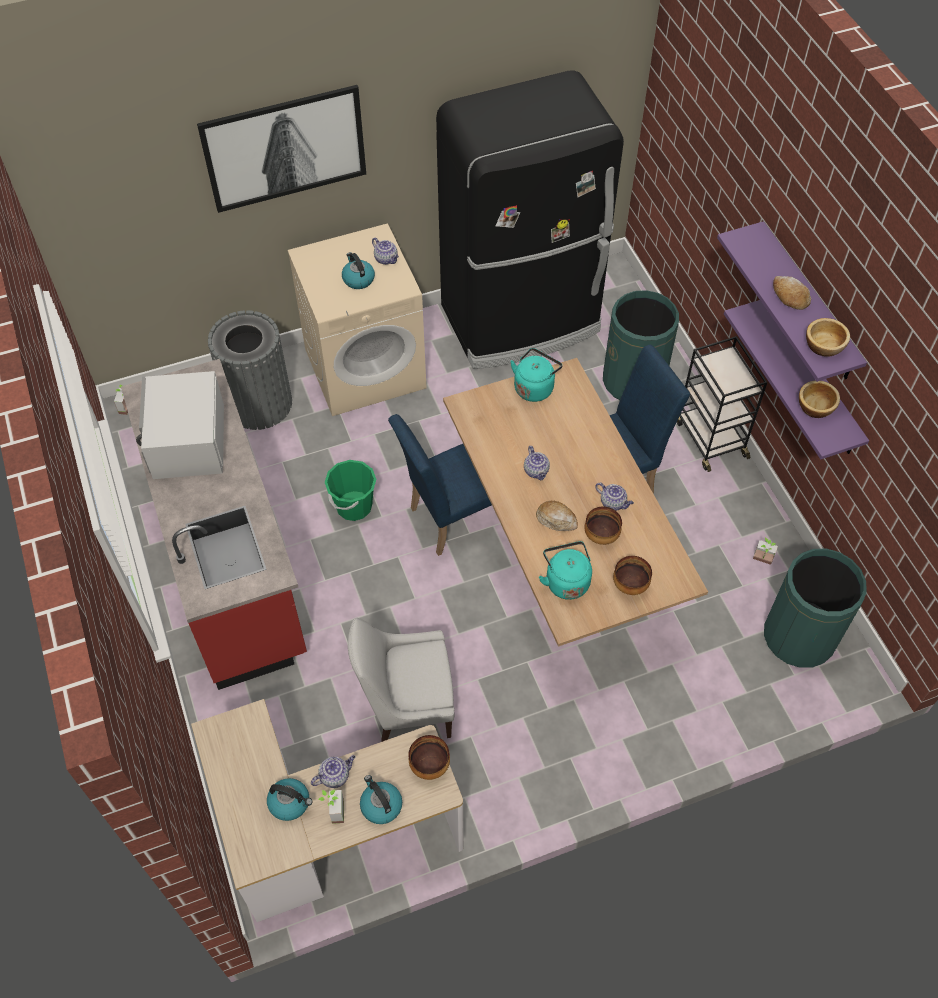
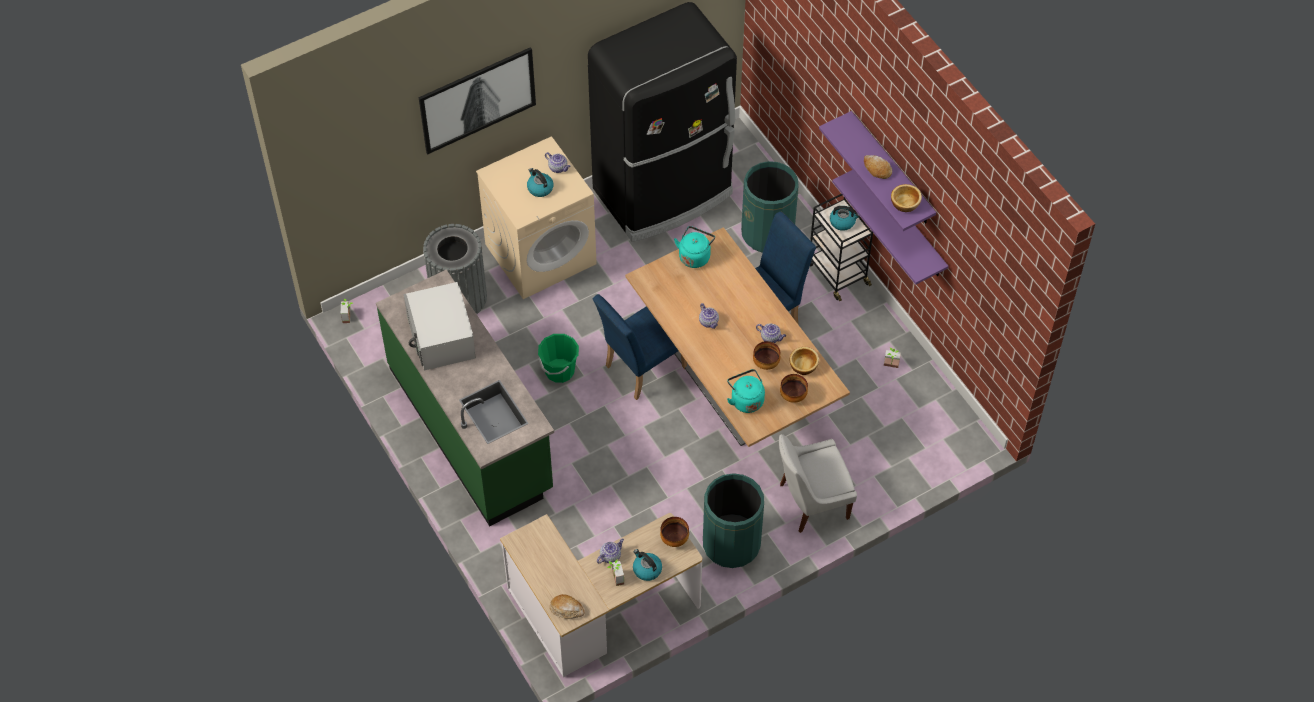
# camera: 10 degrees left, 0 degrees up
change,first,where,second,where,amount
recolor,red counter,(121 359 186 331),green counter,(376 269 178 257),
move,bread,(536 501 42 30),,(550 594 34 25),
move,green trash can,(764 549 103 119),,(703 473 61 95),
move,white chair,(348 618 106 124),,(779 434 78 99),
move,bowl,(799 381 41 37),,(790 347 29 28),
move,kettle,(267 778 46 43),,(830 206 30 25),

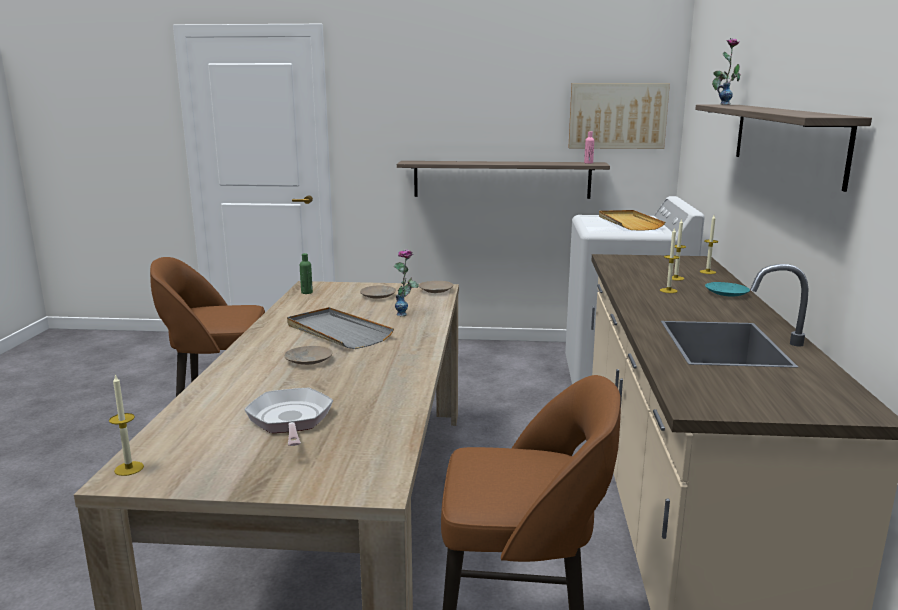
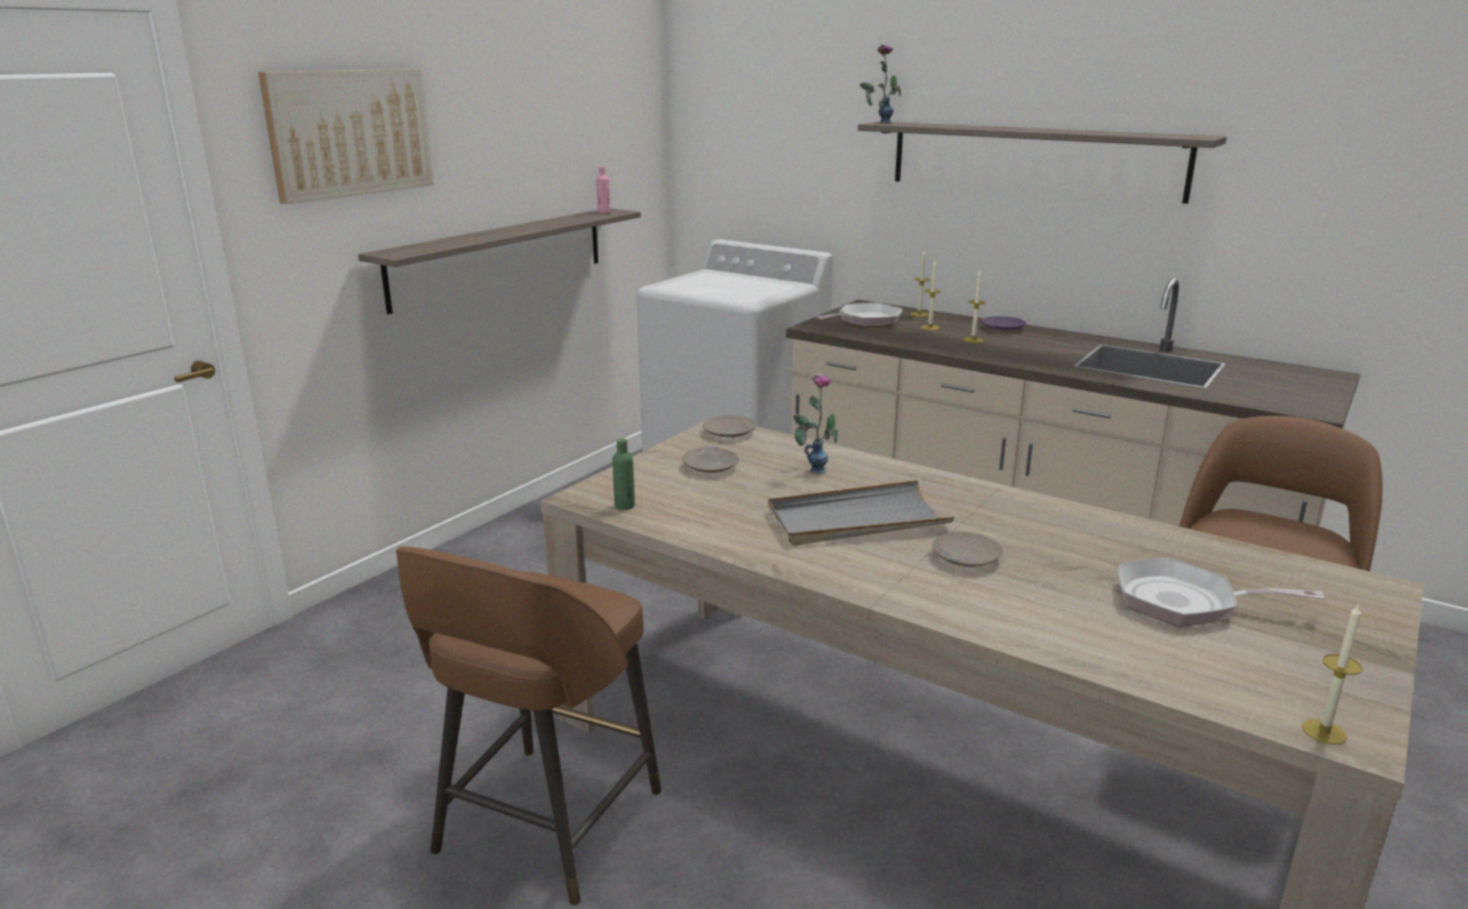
# camera: 60 degrees left, 5 degrees up
change,first,where,second,where,amount
move,picture,(568 83 102 66),,(258 69 175 135),
insert,,,frying pan,(816 303 86 24),
recolor,turquoise plate,(705 282 45 14),purple plate,(981 316 45 15),
delete,beige tray,(599 210 66 21),,,

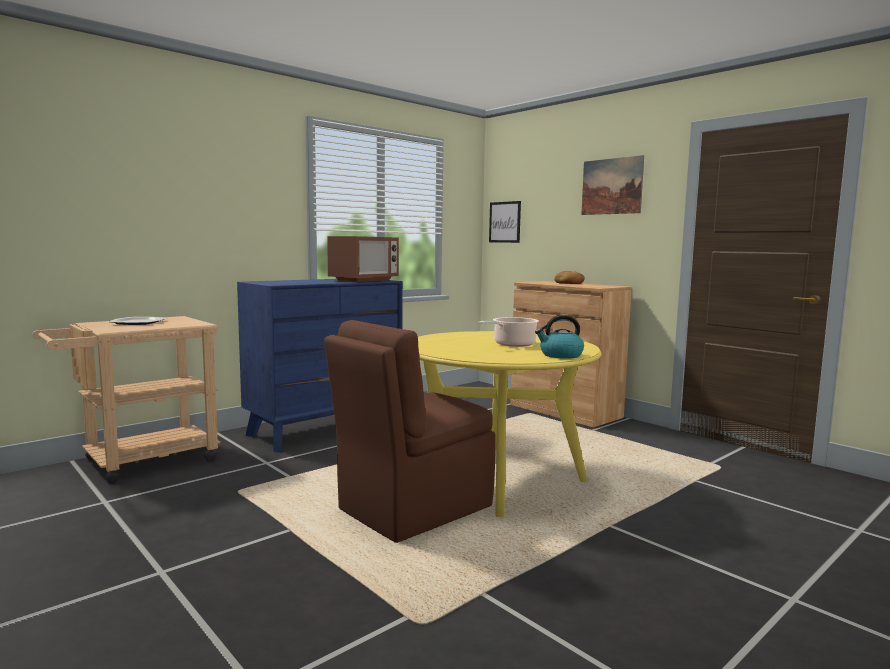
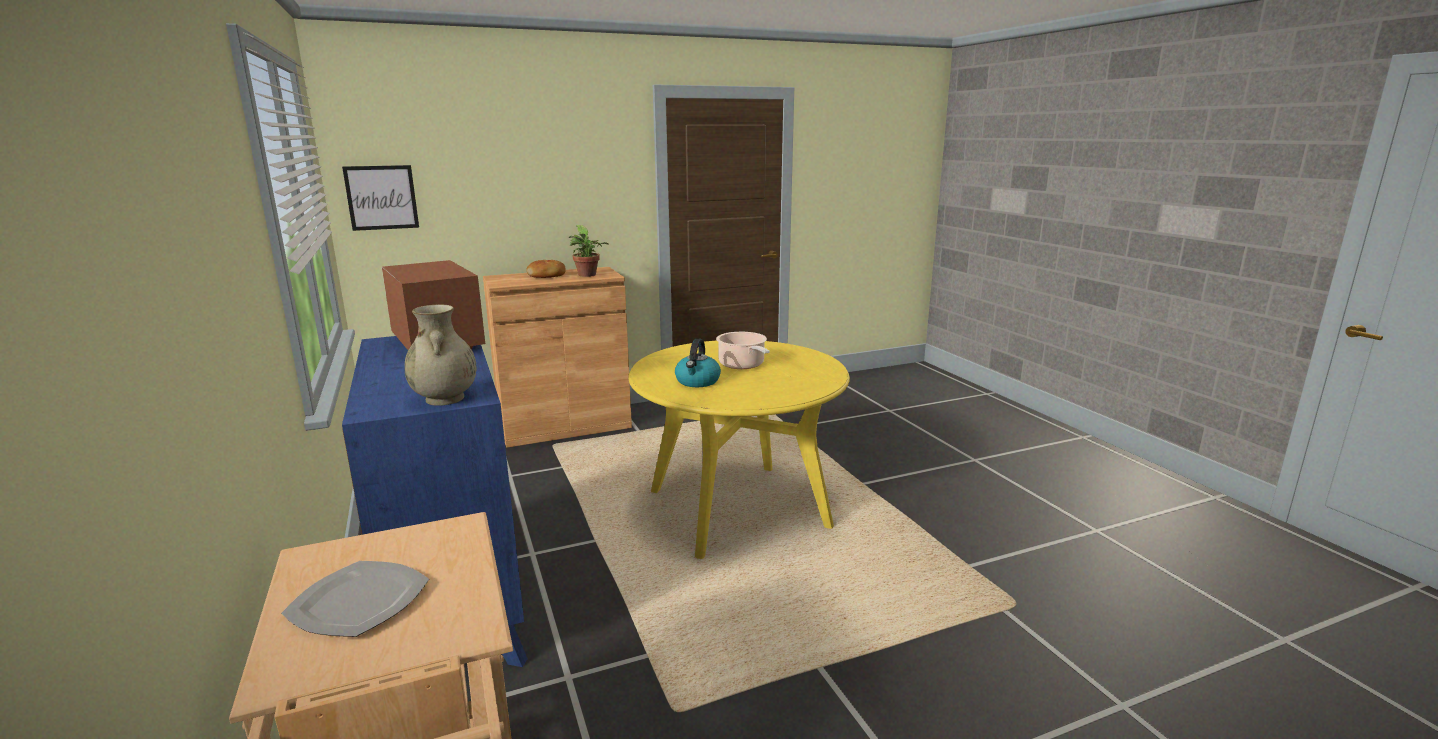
# camera: 70 degrees left, 10 degrees up
change,first,where,second,where,amount
insert,,,beige vase,(404 304 73 102),
insert,,,potted plant,(569 225 40 52),
move,kettle,(535 315 49 44),,(675 339 46 48),
delete,brown chair,(324 320 171 223),,,
delete,picture,(581 155 63 60),,,

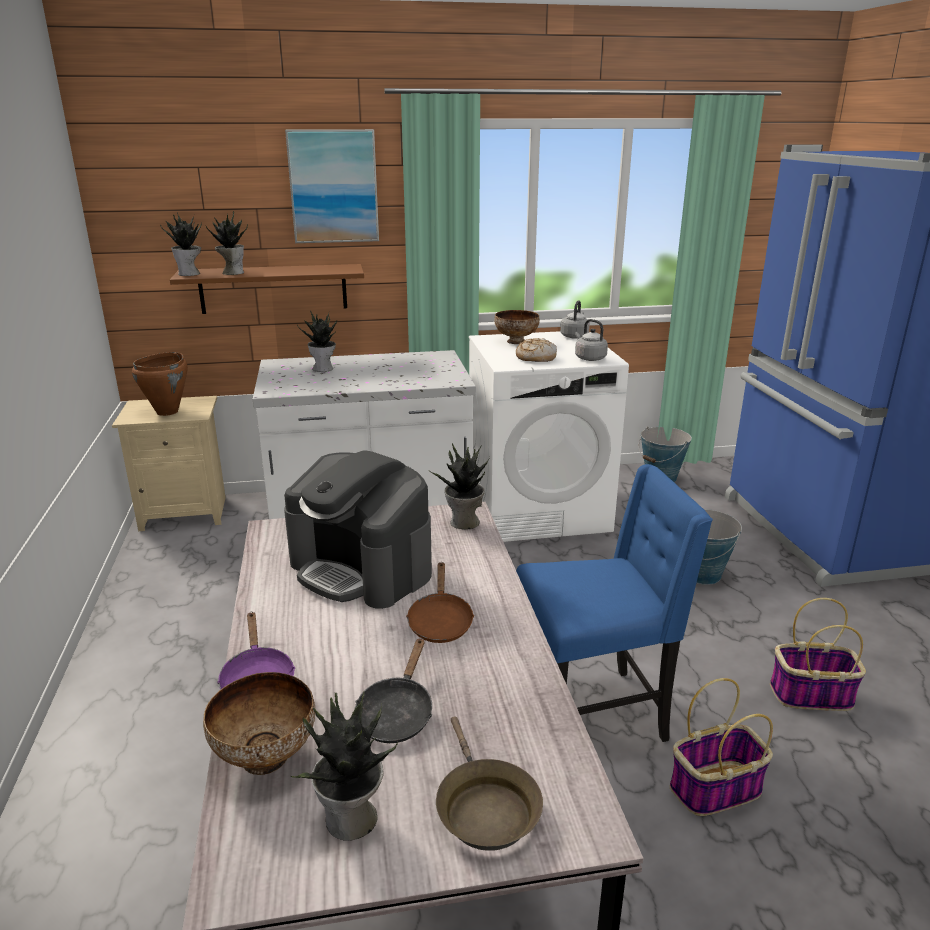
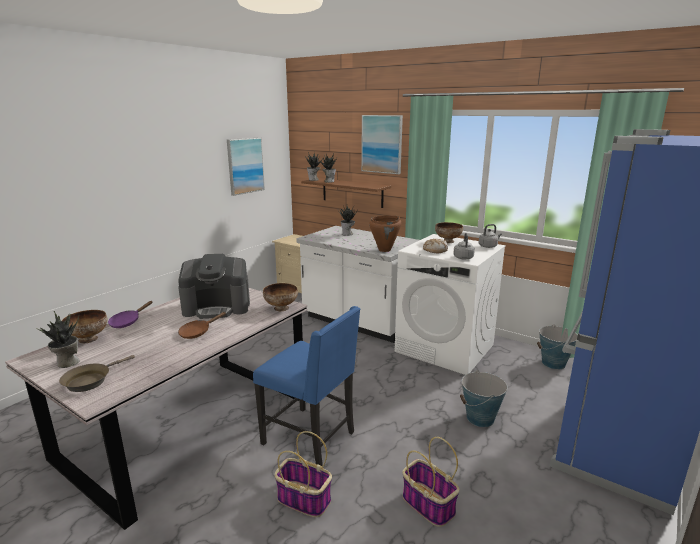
# camera: 45 degrees right, 5 degrees down
change,first,where,second,where,amount
rotate,coffee machine,(284 450 148 159),,(178 254 72 65),90 degrees counterclockwise
insert,,,picture,(227 137 38 59),
replace,potted plant,(430 443 60 86),bowl,(263 283 35 28),
move,brown cooking pot,(132 352 56 64),,(369 216 32 36),
delete,black frying pan,(355 638 77 105),,,

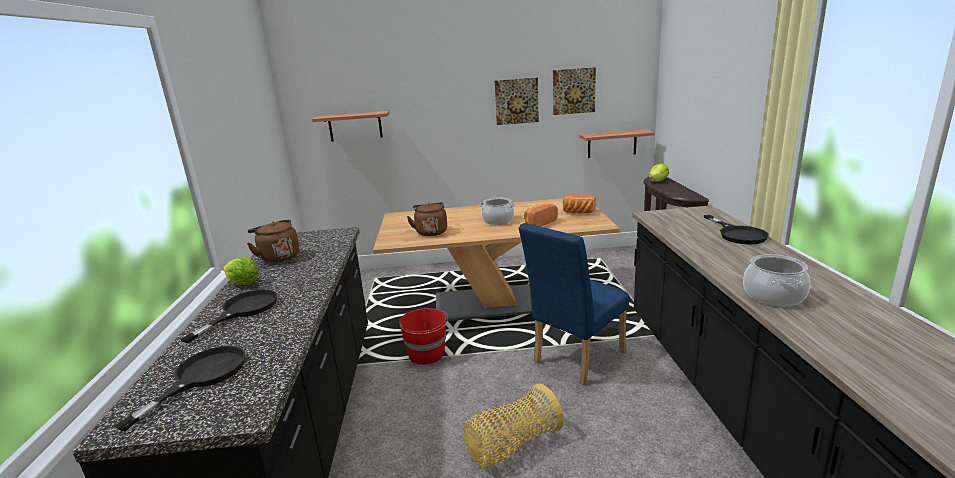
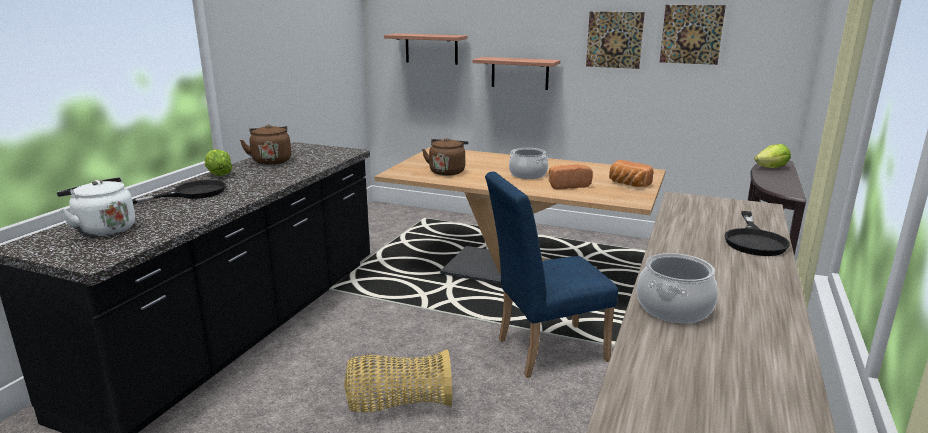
# camera: 25 degrees right, 0 degrees up
change,first,where,second,where,amount
replace,black frying pan,(114 346 131 85),white kettle,(57 177 78 60),
move,shelf,(579 129 76 29),,(472 57 88 33),
delete,red bucket,(399 308 49 57),,,

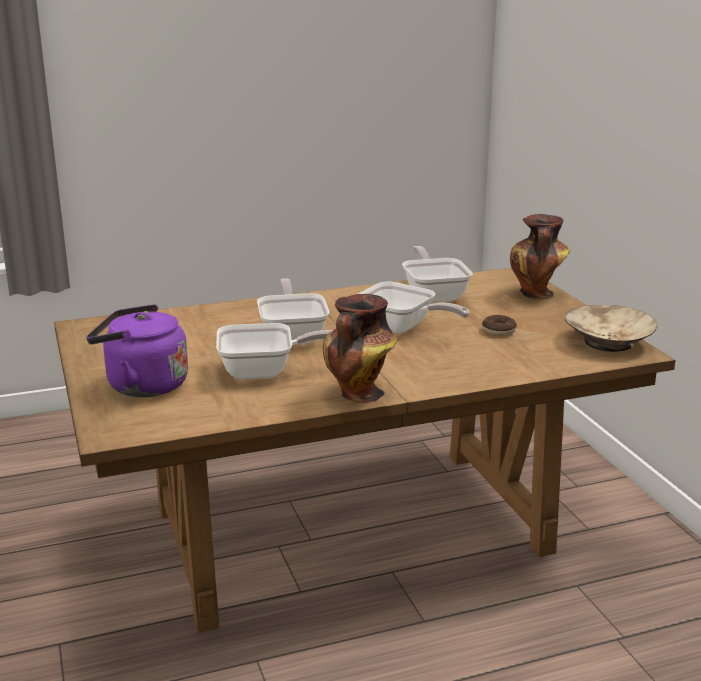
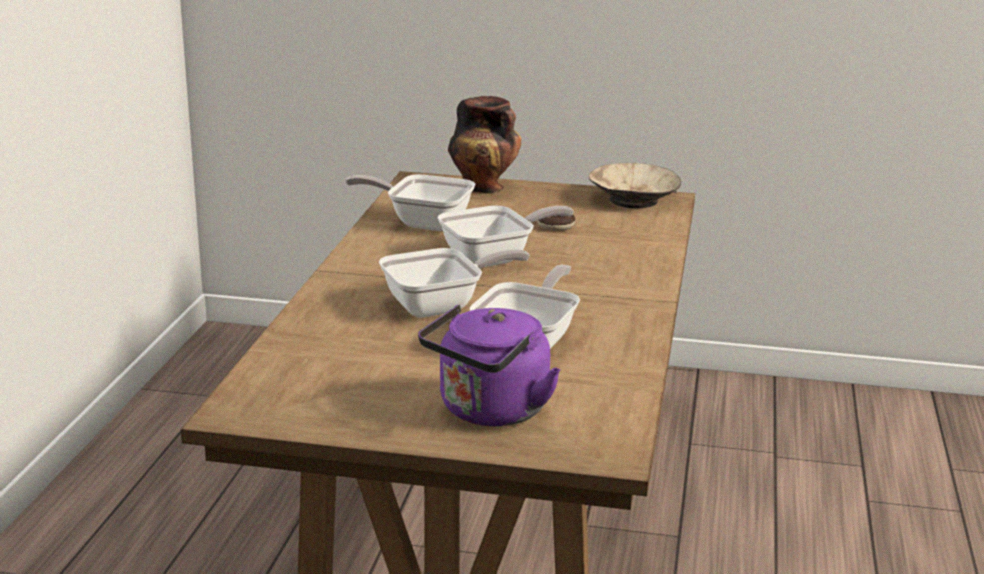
# camera: 60 degrees left, 0 degrees up
change,first,where,second,where,amount
rotate,frying pan,(257 279 73 65),,(379 248 151 70),135 degrees clockwise
delete,vase,(323 294 76 109),,,

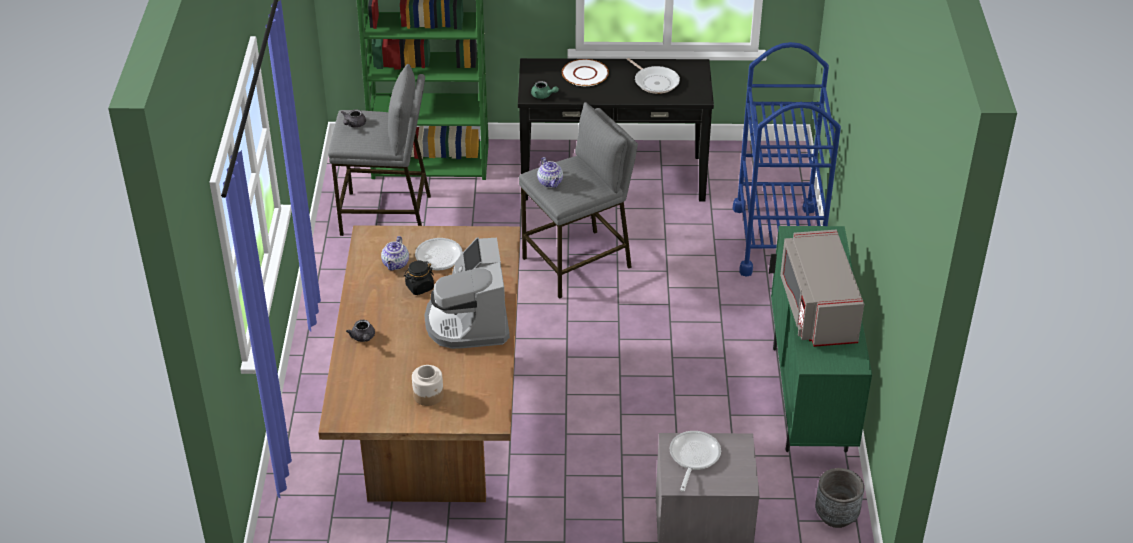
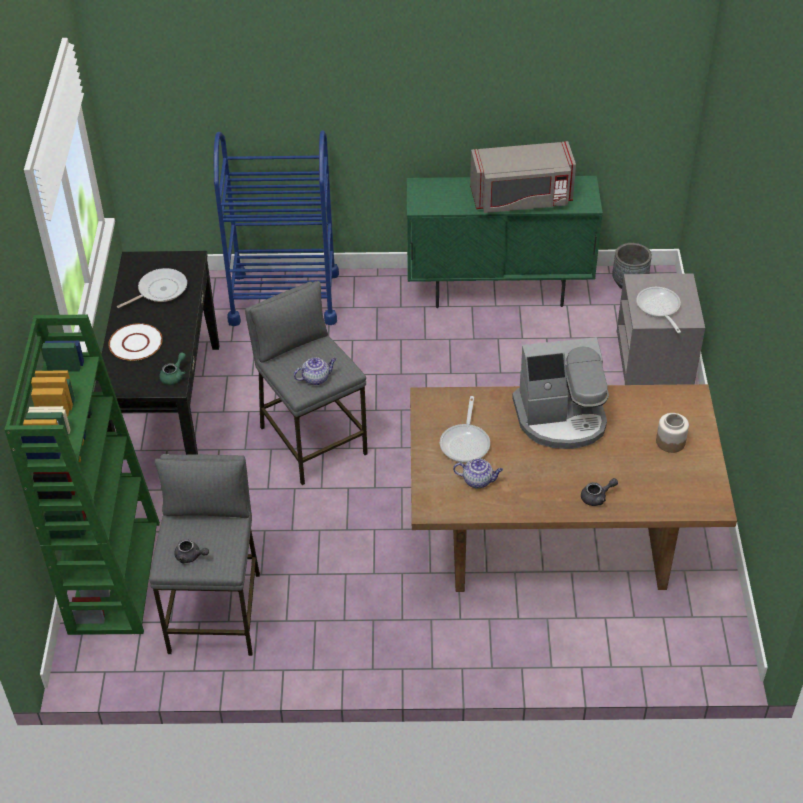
# camera: 90 degrees left, 5 degrees up
change,first,where,second,where,amount
rotate,frying pan,(670 431 51 61),,(636 287 45 46),60 degrees clockwise
delete,black jar,(404 261 30 34),,,

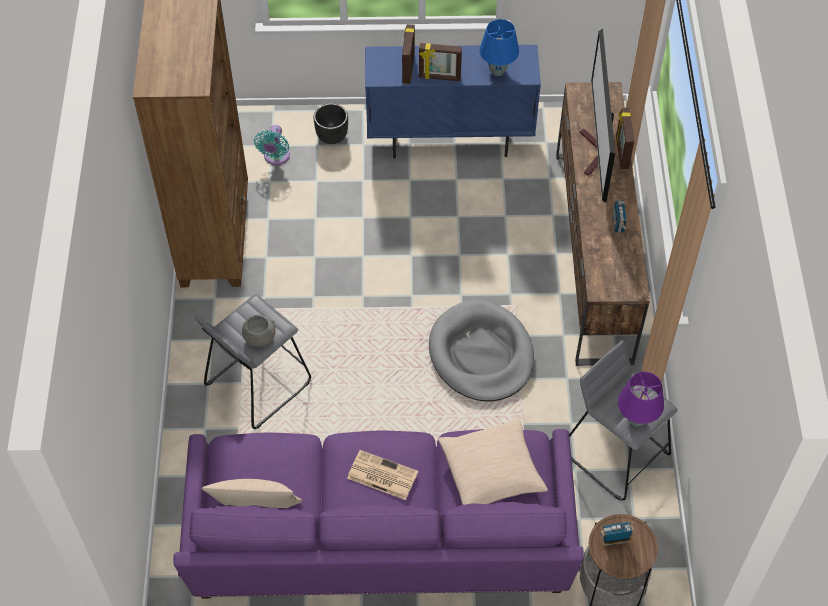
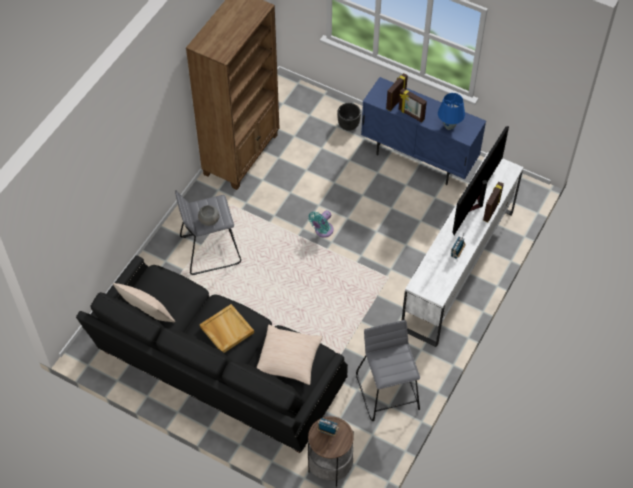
# camera: 30 degrees right, 0 degrees up
change,first,where,second,where,amount
recolor,purple sofa,(173 429 411 169),black sofa,(76 256 272 197),
replace,newspaper,(347 450 71 50),beige tray,(200 304 54 49),
move,turquoise fan,(254 125 36 40),,(308 210 26 28),
recolor,brown tv stand,(556 82 94 284),white tv stand,(402 152 122 195),
delete,grey dog bed,(429 300 105 101),,,
delete,purple table lamp,(618 371 46 55),,,

